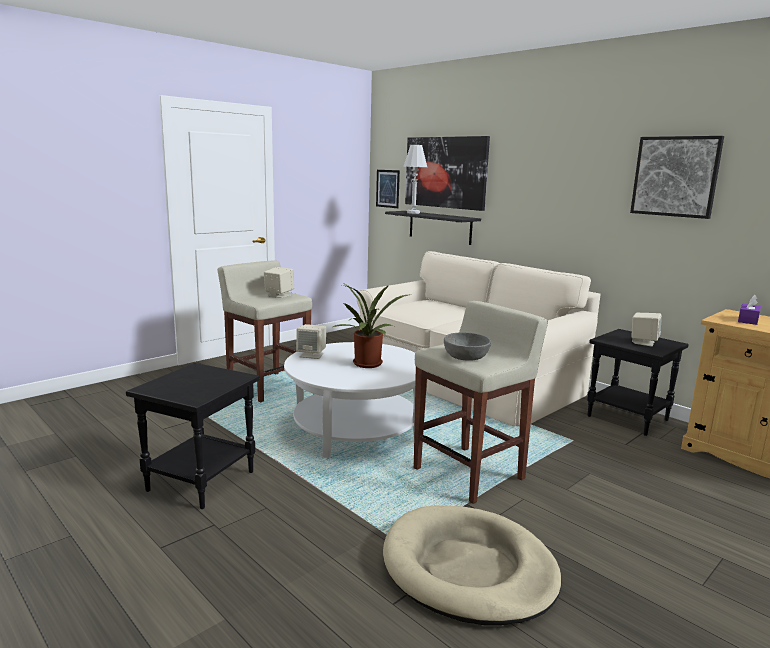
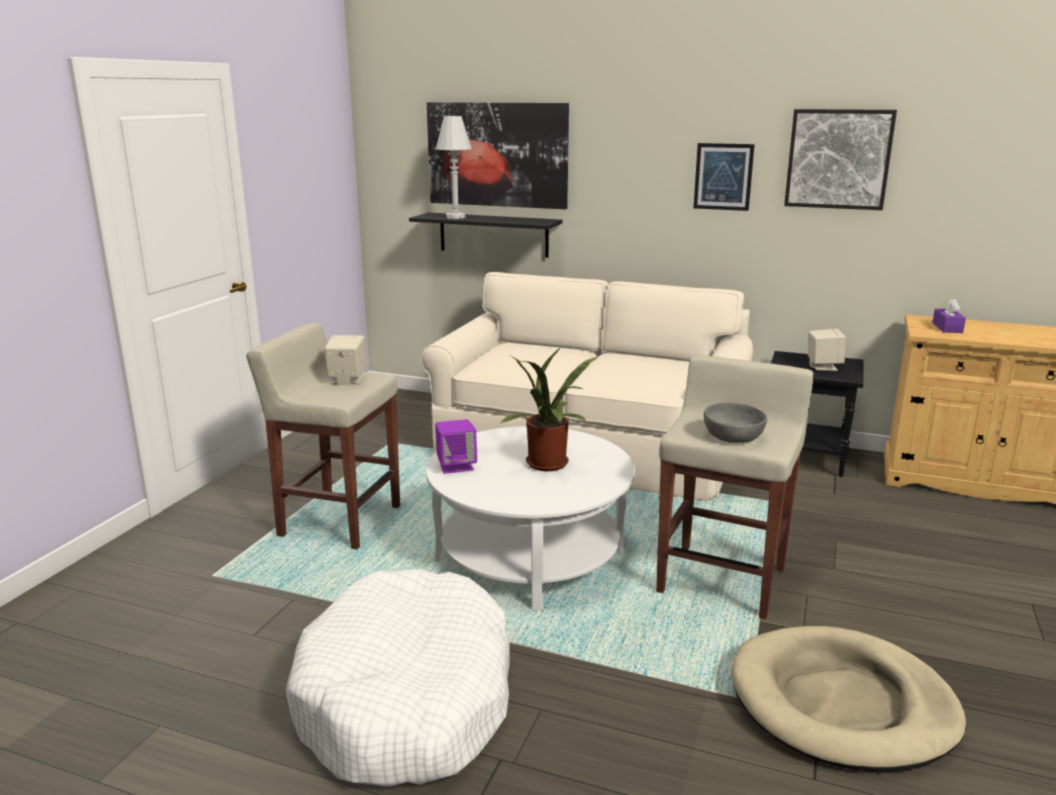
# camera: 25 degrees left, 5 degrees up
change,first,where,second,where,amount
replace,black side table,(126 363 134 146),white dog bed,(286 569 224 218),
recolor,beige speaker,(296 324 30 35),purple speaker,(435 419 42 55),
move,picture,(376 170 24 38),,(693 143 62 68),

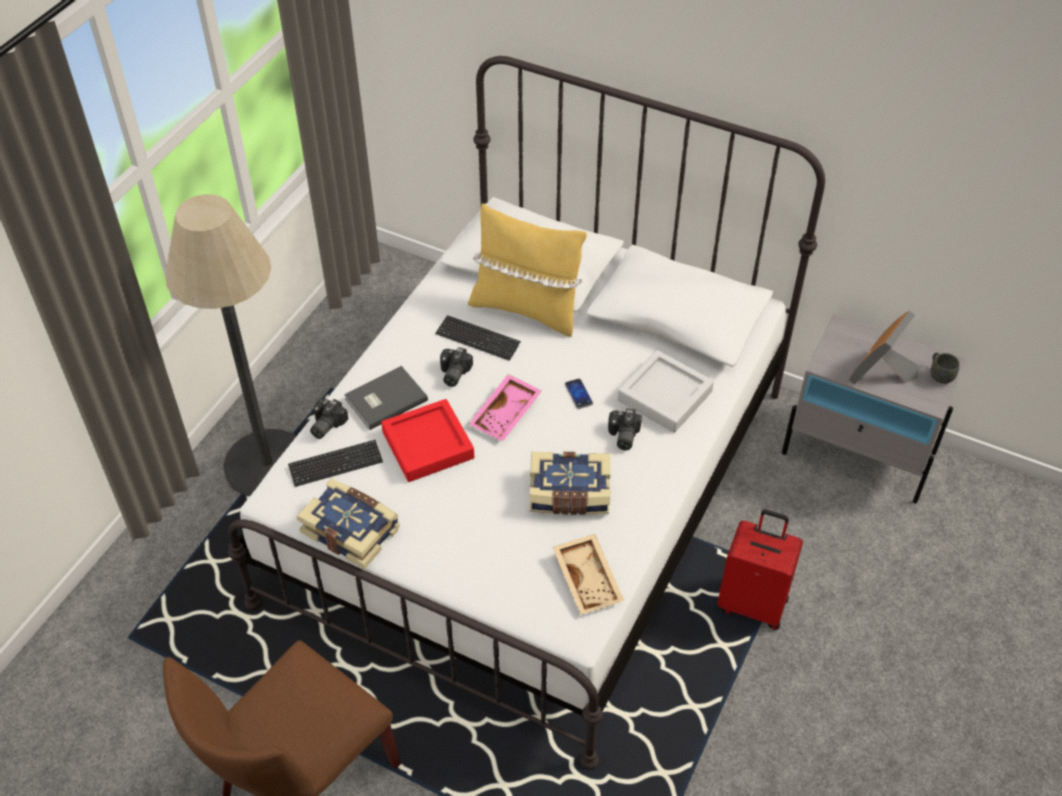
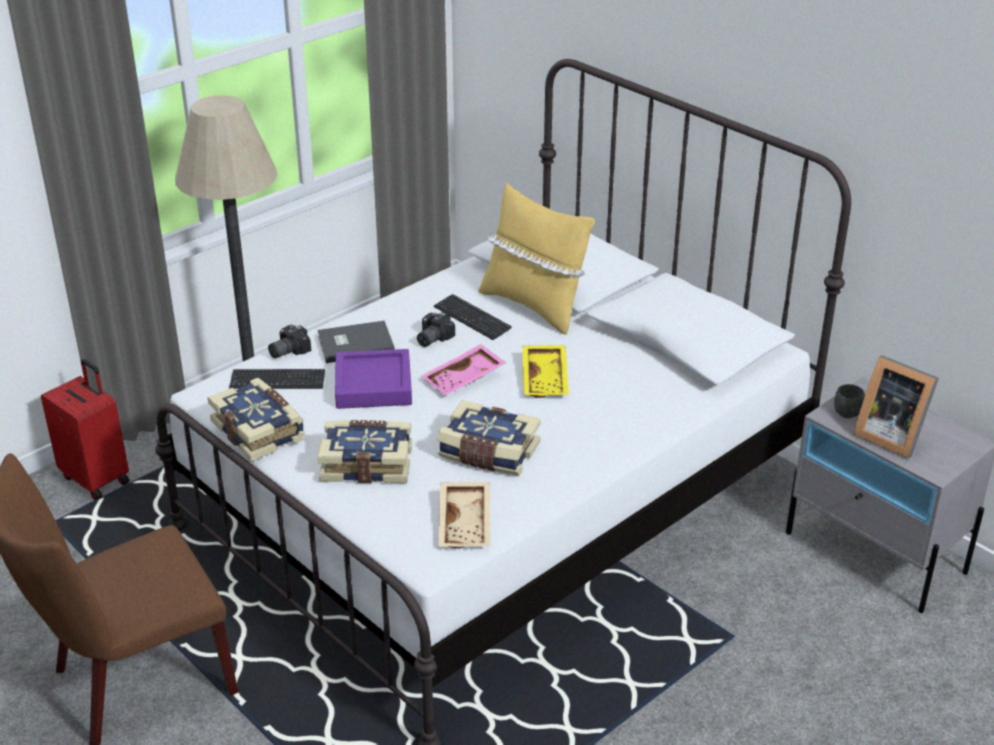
# camera: 20 degrees right, 15 degrees down
change,first,where,second,where,amount
move,red suitcase,(717 509 86 121),,(41 359 88 141),
insert,,,book,(317 420 95 63),
recolor,red tray,(381 399 93 83),purple tray,(335 349 77 60),
replace,phone,(565 379 28 30),yellow tray,(522 345 47 53),
move,grey mug,(930 353 30 31),,(834 384 31 34),
rotate,picture frame,(849 311 70 74),,(854 355 85 103),105 degrees counterclockwise
delete,photo camera,(608 408 34 42),,,
delete,grey tray,(618 350 96 83),,,

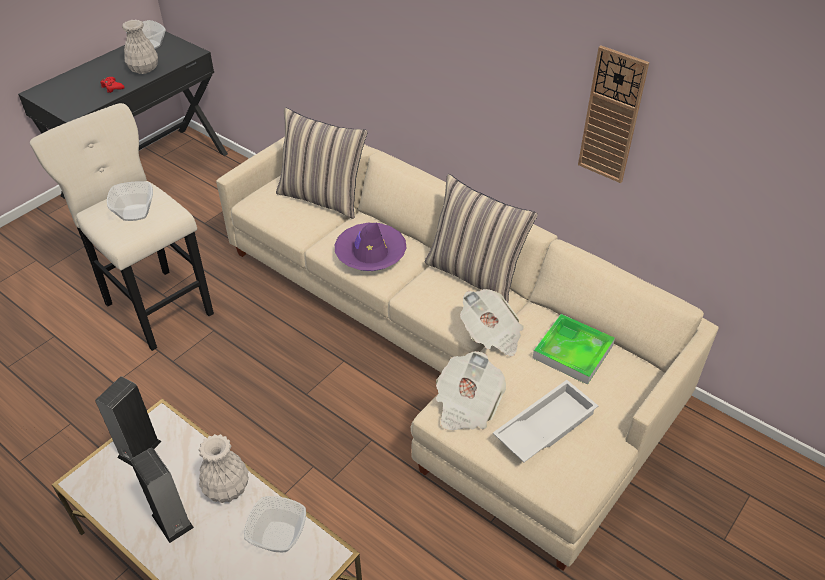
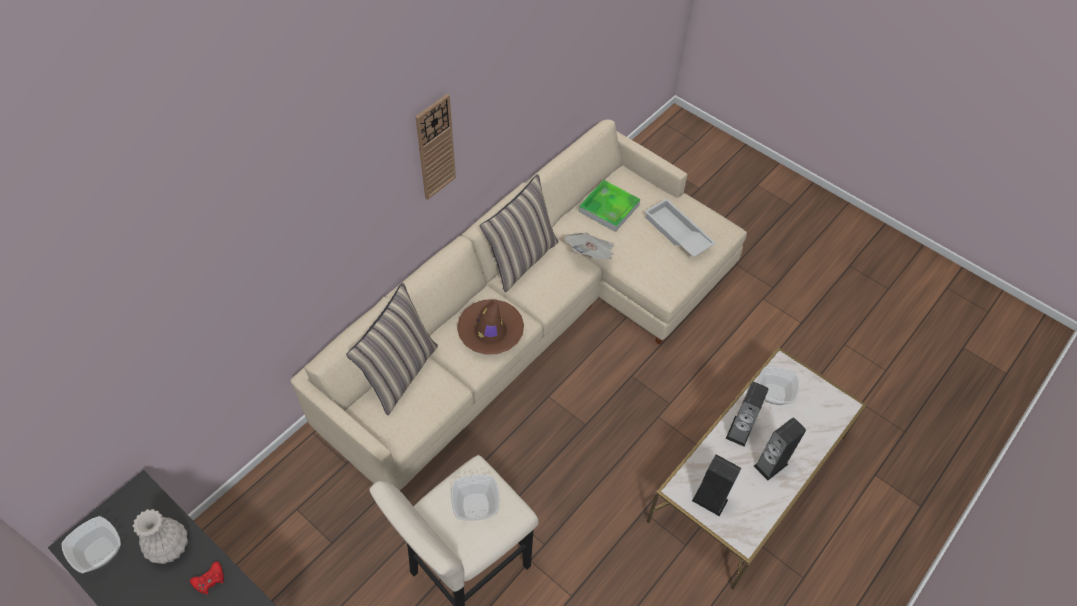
# camera: 90 degrees left, 10 degrees up
change,first,where,second,where,amount
move,wall clock,(578 46 71 137),,(415 94 41 106),
recolor,purple hat,(335 223 72 48),brown hat,(457 299 67 56),
replace,white vase,(199 434 50 69),speaker,(726 382 43 65),
delete,newspaper,(436 351 70 79),,,

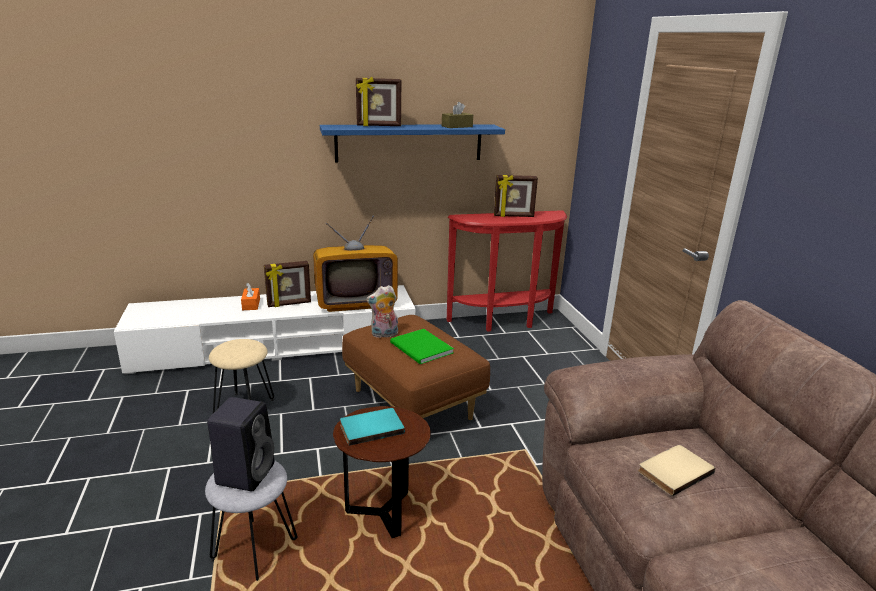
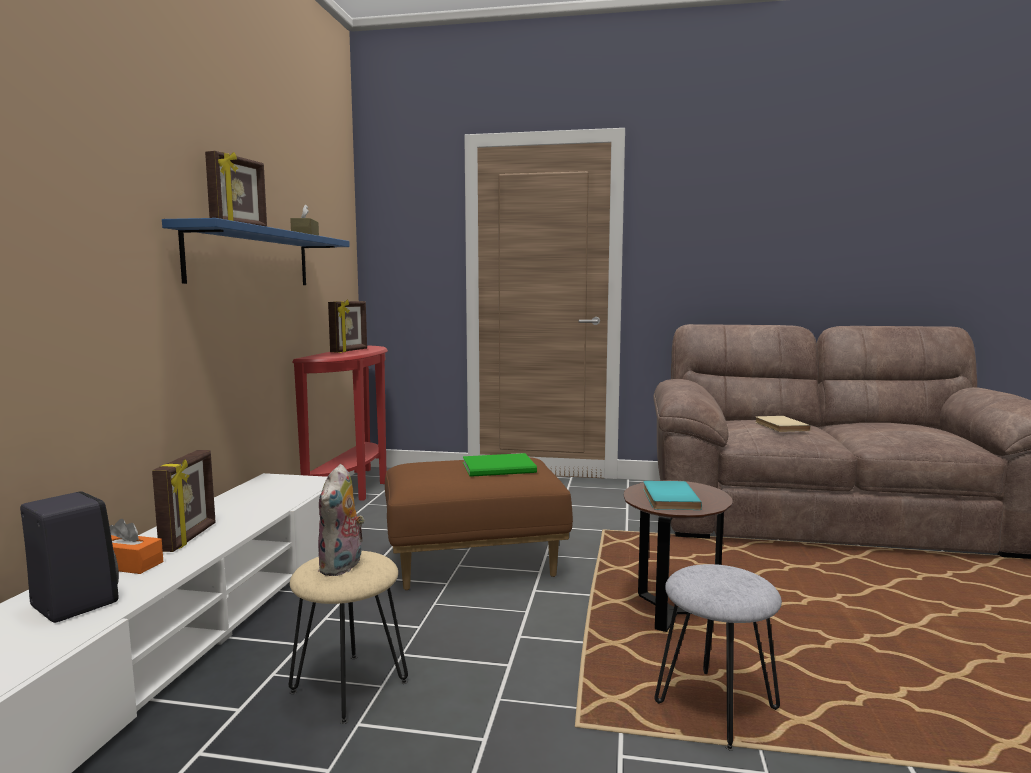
# camera: 65 degrees left, 15 degrees down
change,first,where,second,where,amount
move,black speaker,(207 397 67 94),,(20 492 99 131),
move,plush toy,(366 285 32 53),,(318 464 47 112),
delete,television,(313 215 85 97),,,

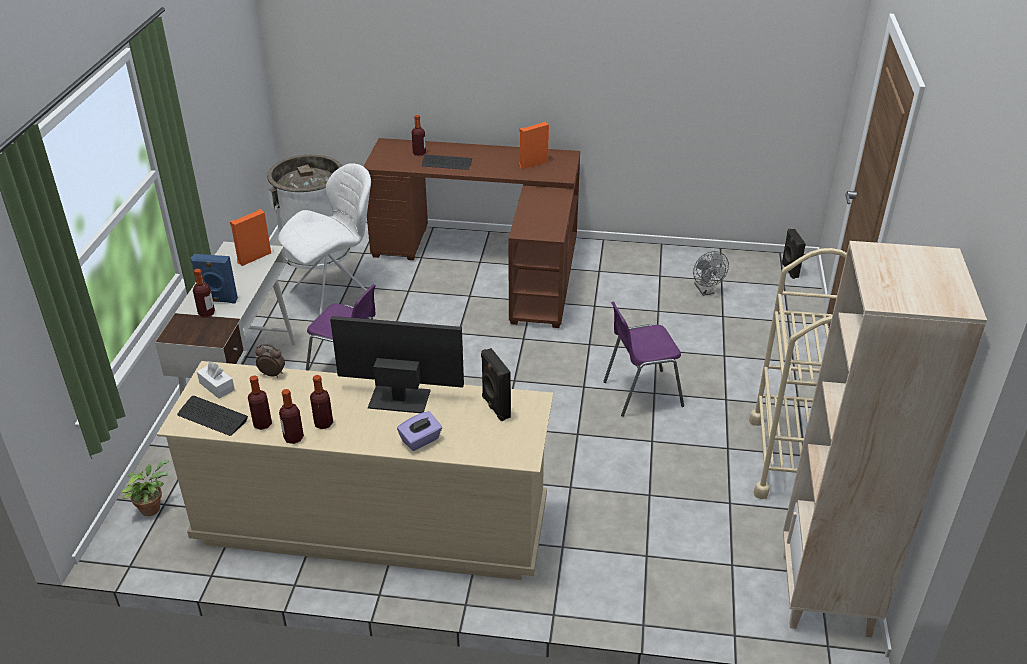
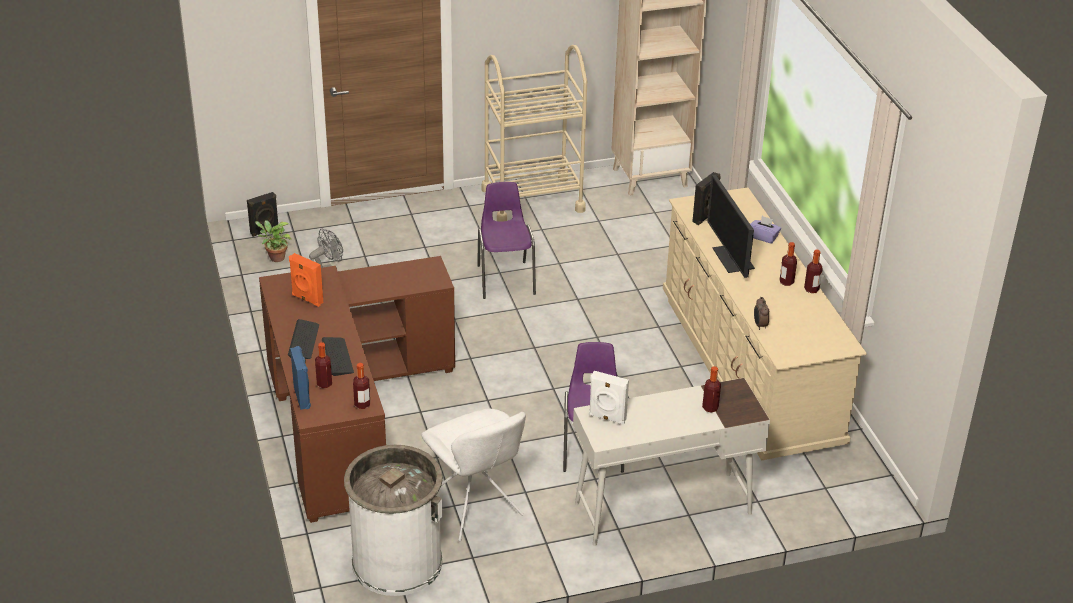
# camera: 115 degrees left, 0 degrees up
change,first,where,second,where,amount
move,potted plant,(121 460 49 56),,(255 220 37 42),
move,keyboard,(177 396 71 40),,(288 319 31 40),
move,blue speaker,(190 254 48 50),,(290 346 21 64),
move,bottle,(248 375 24 55),,(353 363 17 46),
rotate,white chair,(278 163 97 153),,(421 409 105 132),150 degrees counterclockwise
rotate,purple chair,(603 302 81 115),,(477 182 59 117),150 degrees counterclockwise
recolor,orange speaker,(230 209 41 57),white speaker,(589 371 40 54),
delete,white tissue box,(197 362 38 37),,,

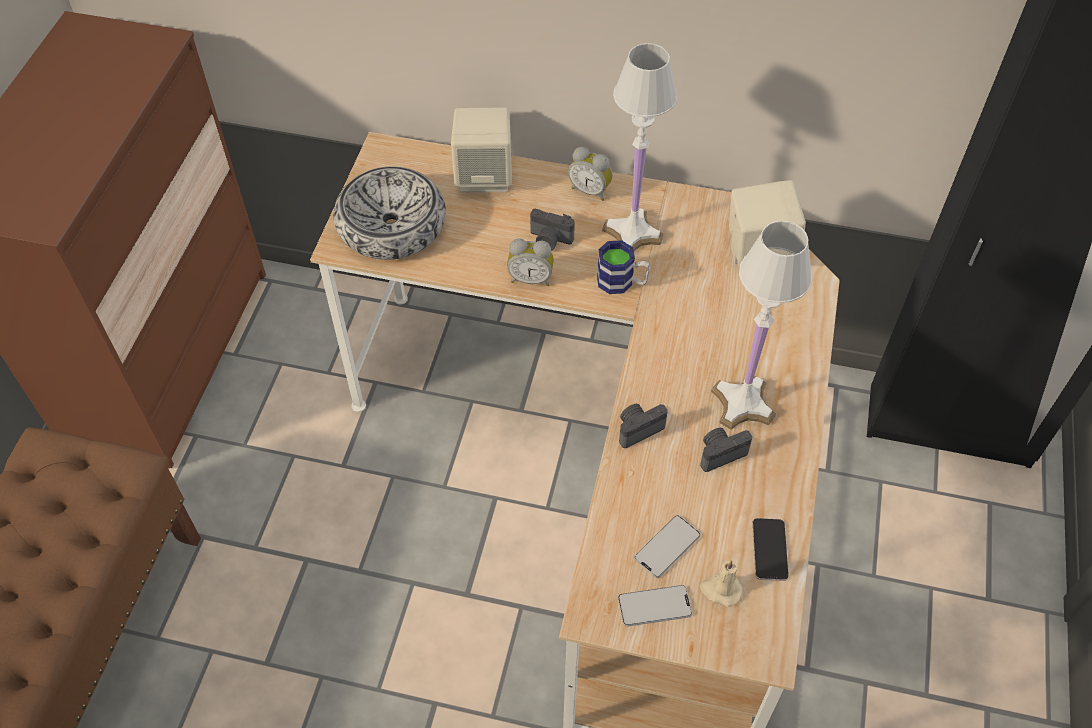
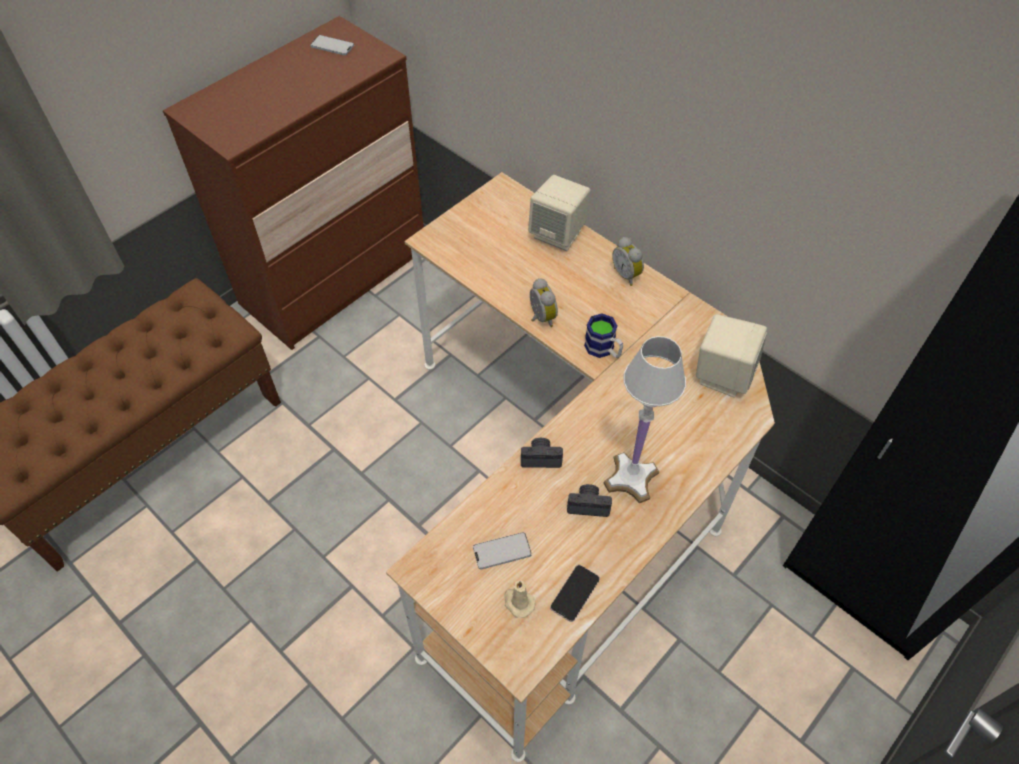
# camera: 30 degrees right, 0 degrees up
change,first,where,second,where,amount
move,phone,(618 585 74 42),,(310 35 44 20),
rotate,alarm clock,(507 238 47 48),,(530 278 28 49),150 degrees counterclockwise
delete,bowl,(334 166 112 94),,,
delete,photo camera,(530 209 45 42),,,
delete,white table lamp,(602 43 76 209),,,

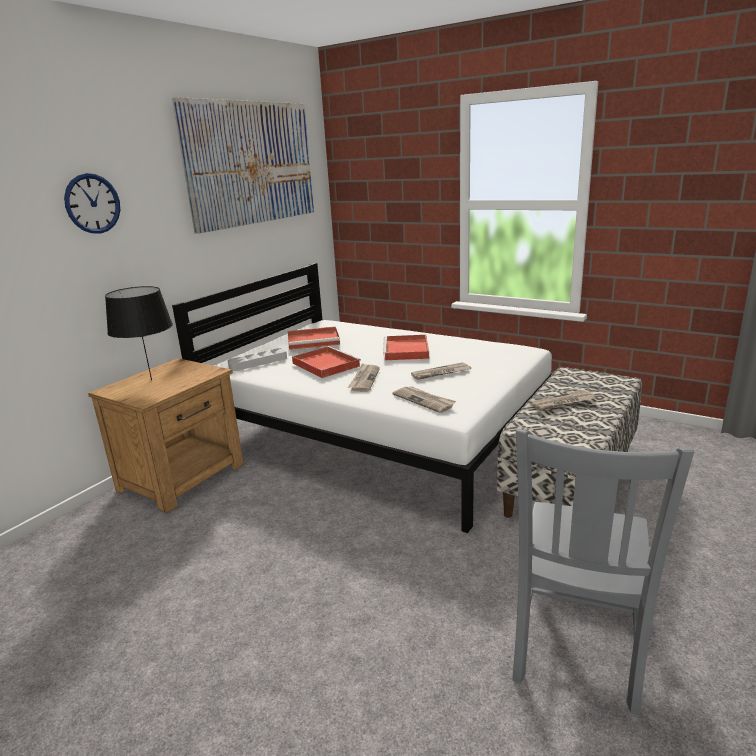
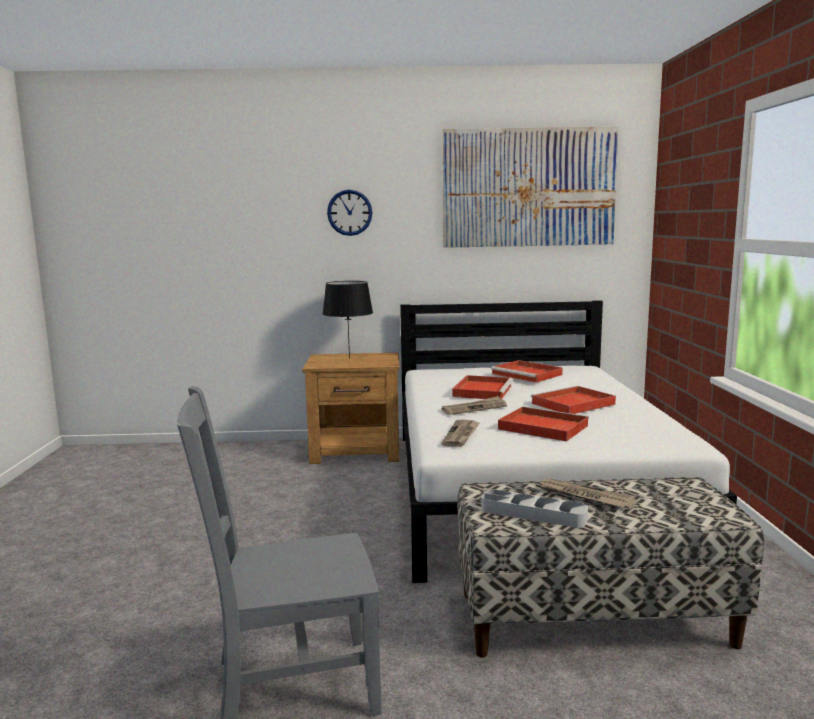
# camera: 55 degrees right, 10 degrees down
change,first,where,second,where,amount
move,grey tray,(228 348 59 23),,(481 489 107 39),
replace,newspaper,(411 362 60 18),red tray,(498 406 91 36),

